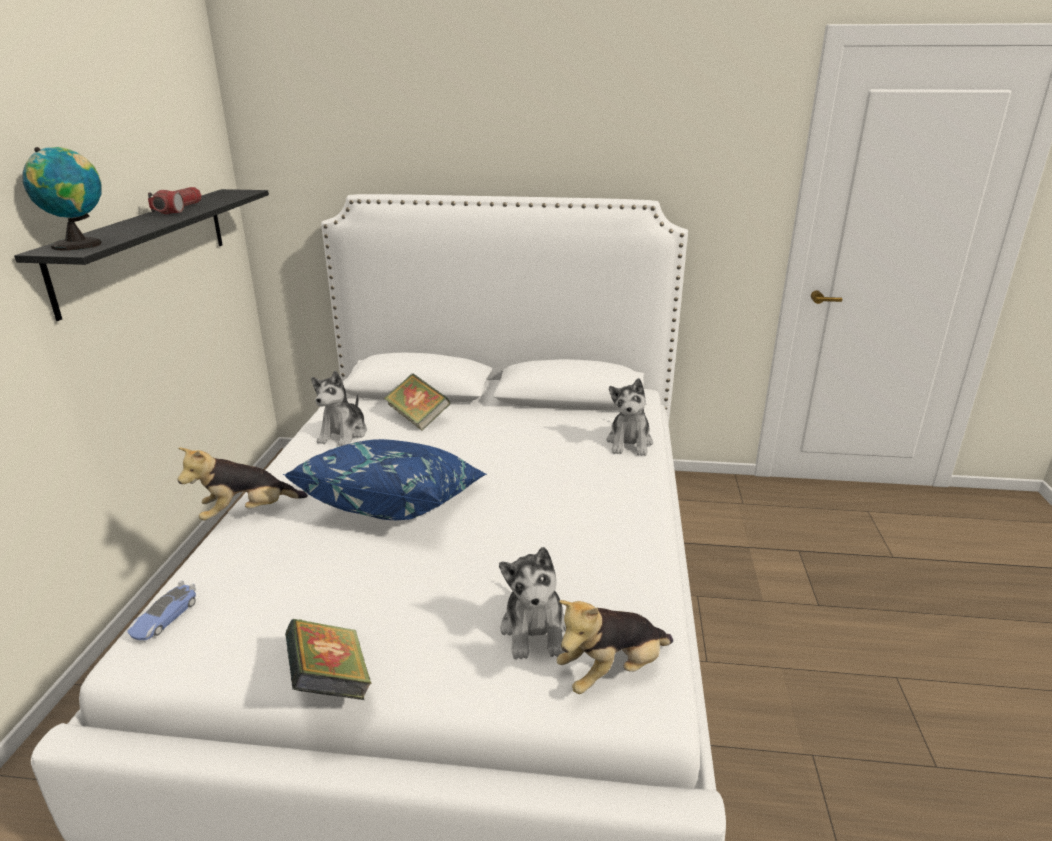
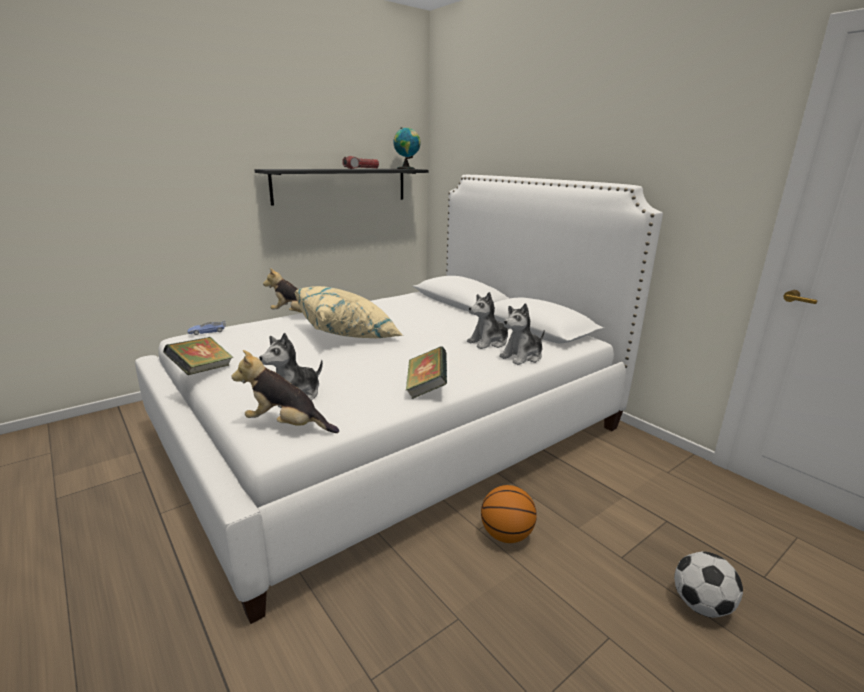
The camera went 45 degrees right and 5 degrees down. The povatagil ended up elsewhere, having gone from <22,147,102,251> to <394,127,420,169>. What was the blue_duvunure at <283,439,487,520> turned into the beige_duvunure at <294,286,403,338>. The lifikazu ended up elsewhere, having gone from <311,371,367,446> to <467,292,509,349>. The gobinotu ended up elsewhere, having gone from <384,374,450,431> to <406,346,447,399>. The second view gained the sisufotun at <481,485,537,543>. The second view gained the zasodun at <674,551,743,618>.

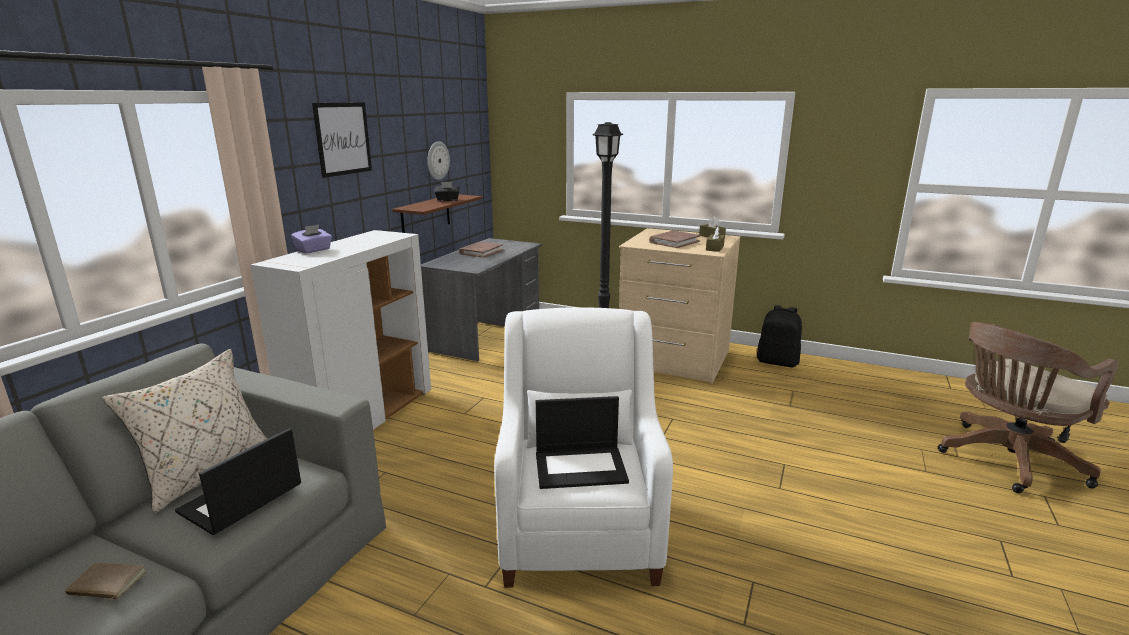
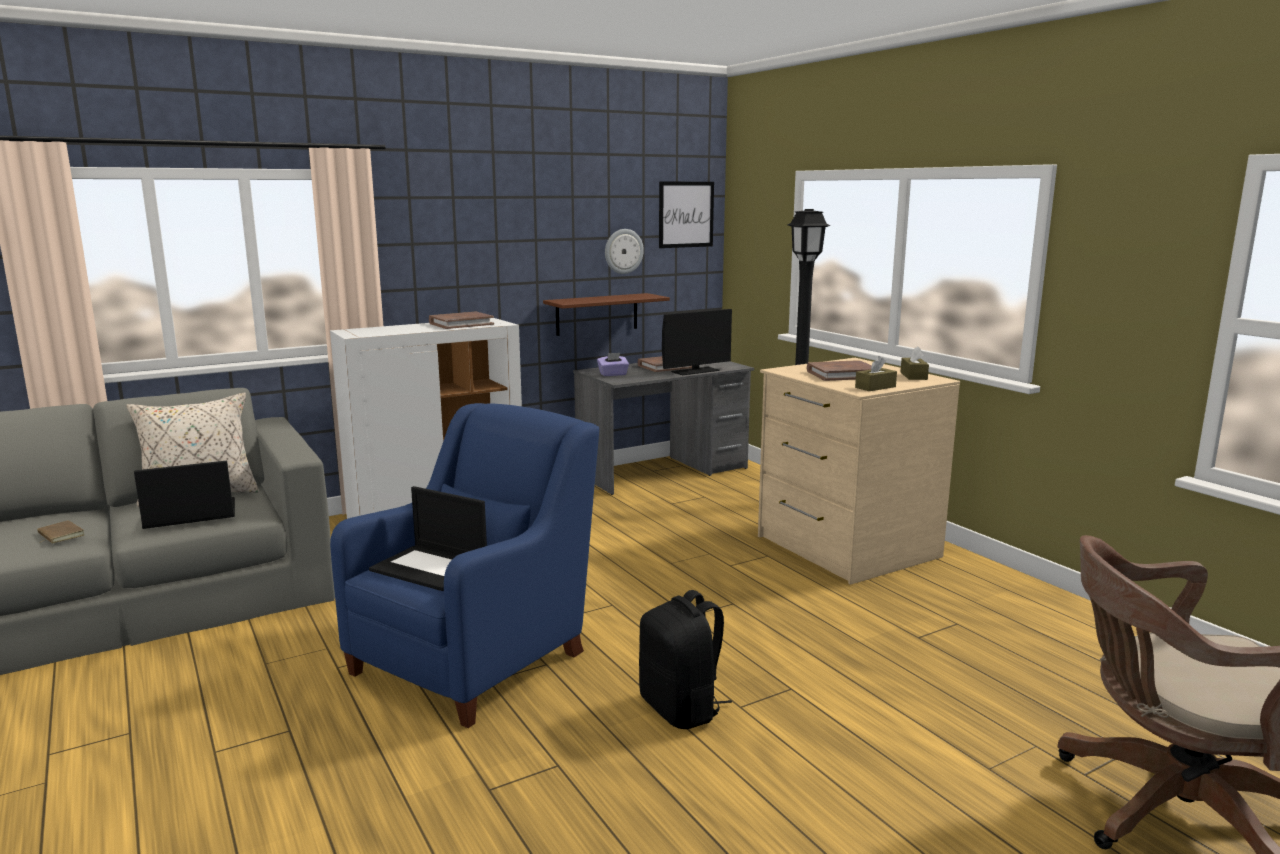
The camera went 35 degrees right and 5 degrees down. The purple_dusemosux ended up elsewhere, having gone from <291,225,332,253> to <597,353,629,376>. The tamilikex ended up elsewhere, having gone from <312,102,372,178> to <659,181,714,248>. The second view lost the black_dusemosux at <435,182,459,201>. What was the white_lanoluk at <494,307,673,588> turned into the blue_lanoluk at <330,403,599,728>. The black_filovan ended up elsewhere, having gone from <757,305,802,367> to <639,590,732,729>. The second view gained the brown_gobinotu at <429,312,494,329>. The second view gained the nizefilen at <662,309,732,375>.

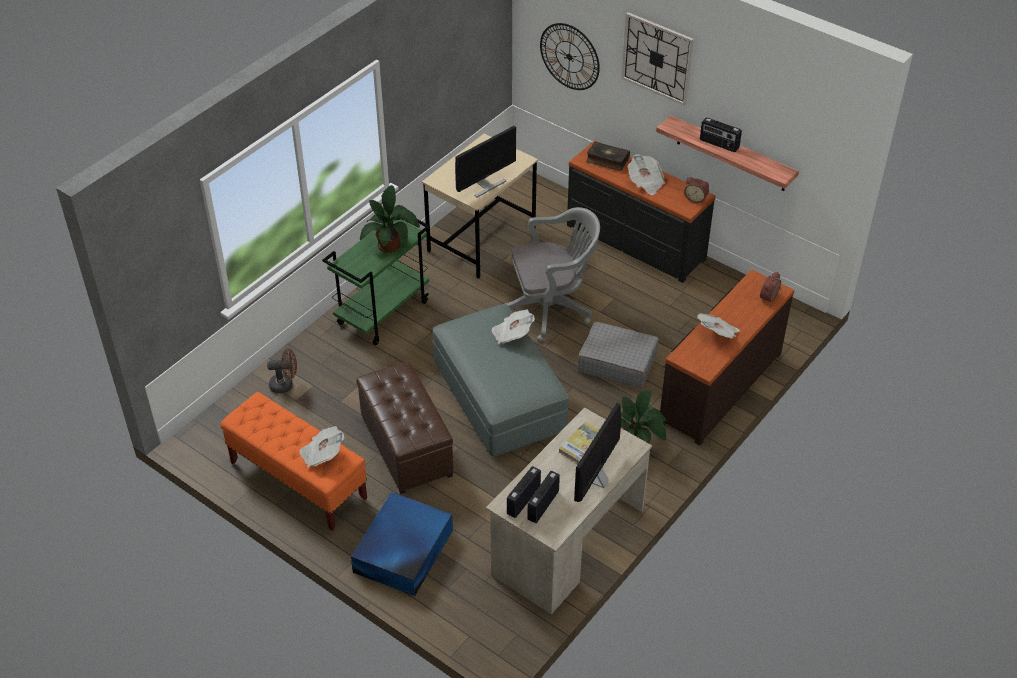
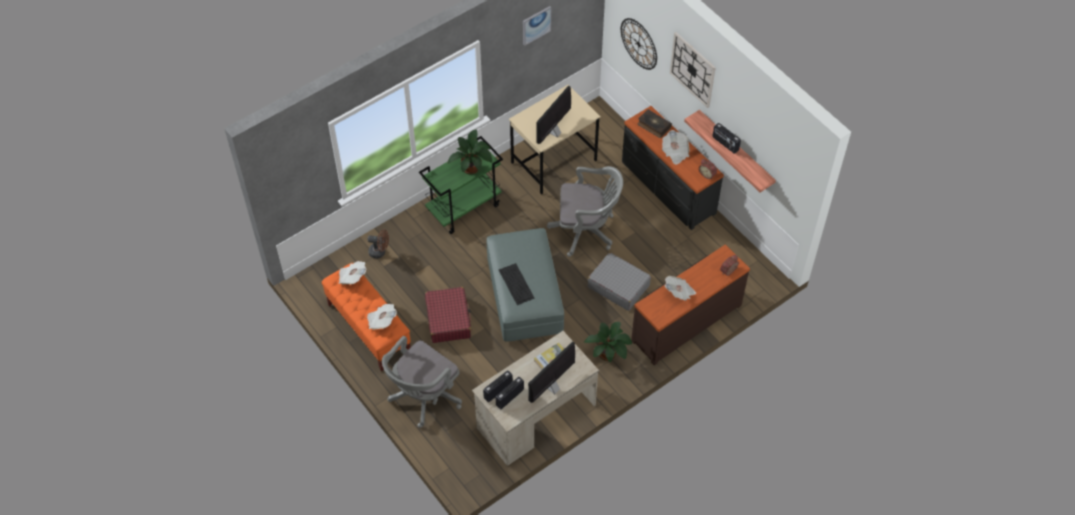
The camera went 15 degrees right and 10 degrees up. Where the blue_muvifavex stood at <351,492,453,596>, the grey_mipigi came to stand at <382,336,462,428>. Where the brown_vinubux stood at <356,361,454,494>, the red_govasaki came to stand at <425,287,471,343>. The nizefilen at <455,126,516,197> ended up facing another way, 150 degrees clockwise from before. The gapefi ended up elsewhere, having gone from <491,309,535,344> to <339,261,366,284>. The second view gained the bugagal at <499,263,535,305>. The second view gained the tamilikex at <523,6,551,46>.

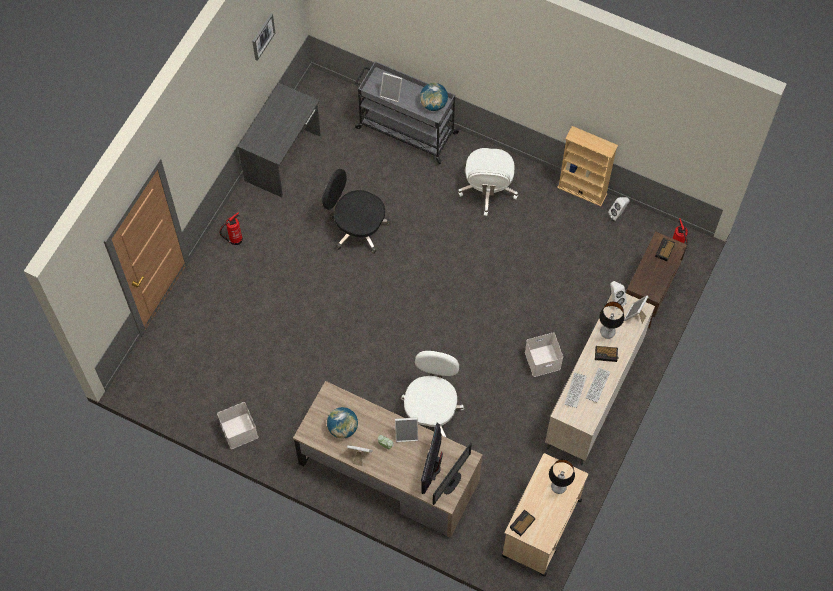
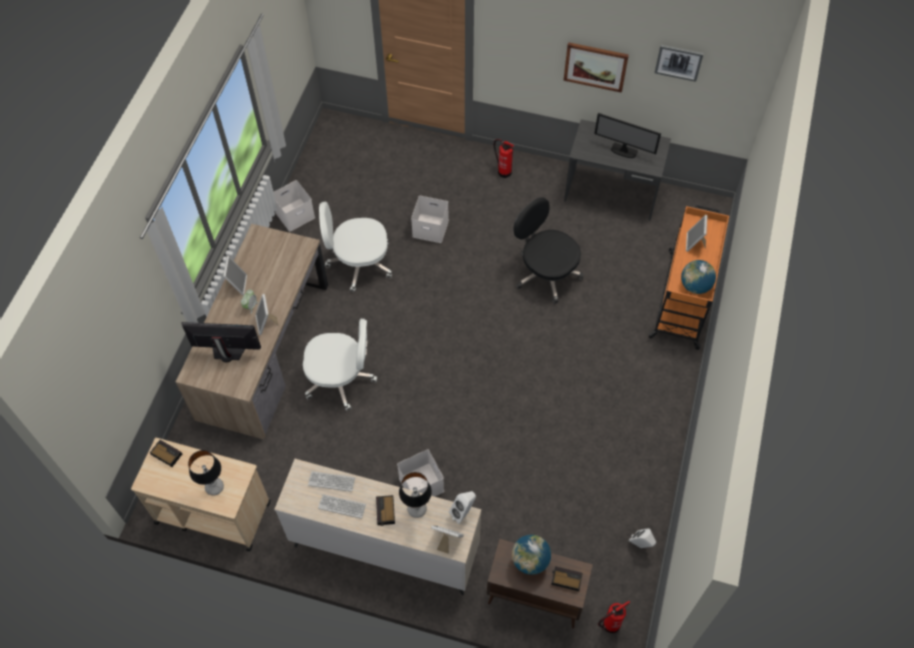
The camera went 80 degrees right and 5 degrees down. The black_mipigi at <322,169,391,254> ended up facing another way, 60 degrees counterclockwise from before. The povatagil ended up elsewhere, having gone from <327,407,358,439> to <512,535,551,575>. What was the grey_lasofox at <355,61,460,164> turned into the orange_lasofox at <648,205,729,350>. The nizefilen ended up elsewhere, having gone from <432,443,472,505> to <594,113,661,158>. The white_mipigi ended up elsewhere, having gone from <458,148,518,216> to <319,202,392,292>. The second view lost the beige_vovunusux at <557,126,618,206>. The second view gained the white_muvifavex at <411,196,449,243>. The second view gained the tamilikex at <563,42,629,93>.

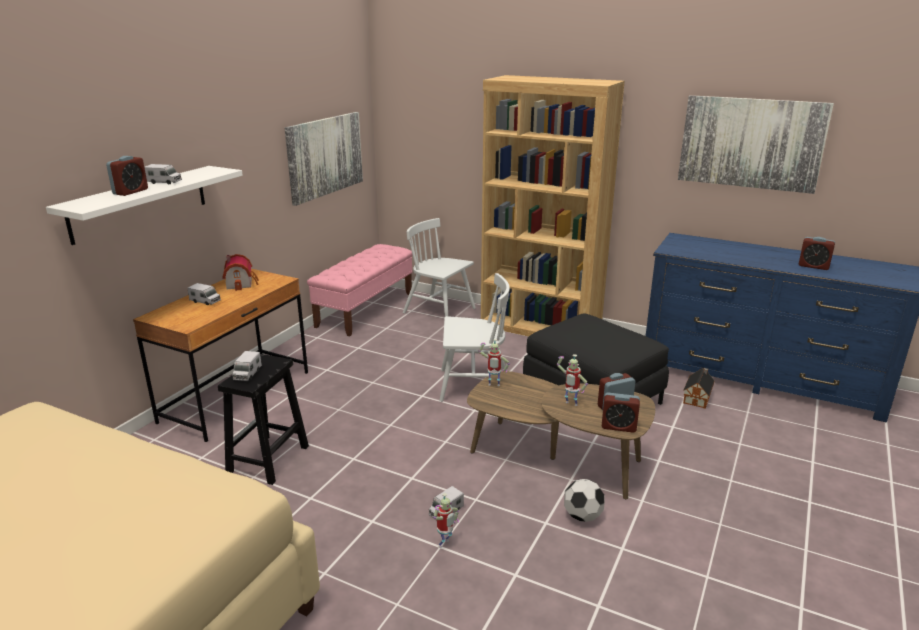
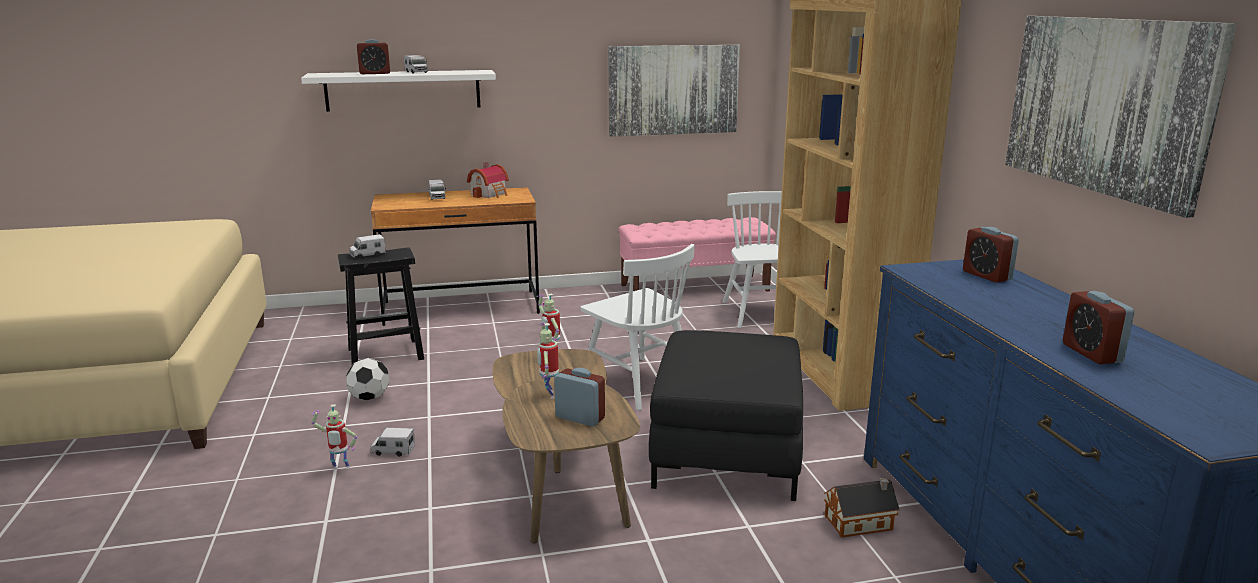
The camera went 50 degrees right and 5 degrees down. The zasodun ended up elsewhere, having gone from <564,479,605,522> to <346,358,389,401>. The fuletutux ended up elsewhere, having gone from <602,393,640,433> to <963,227,1019,283>.

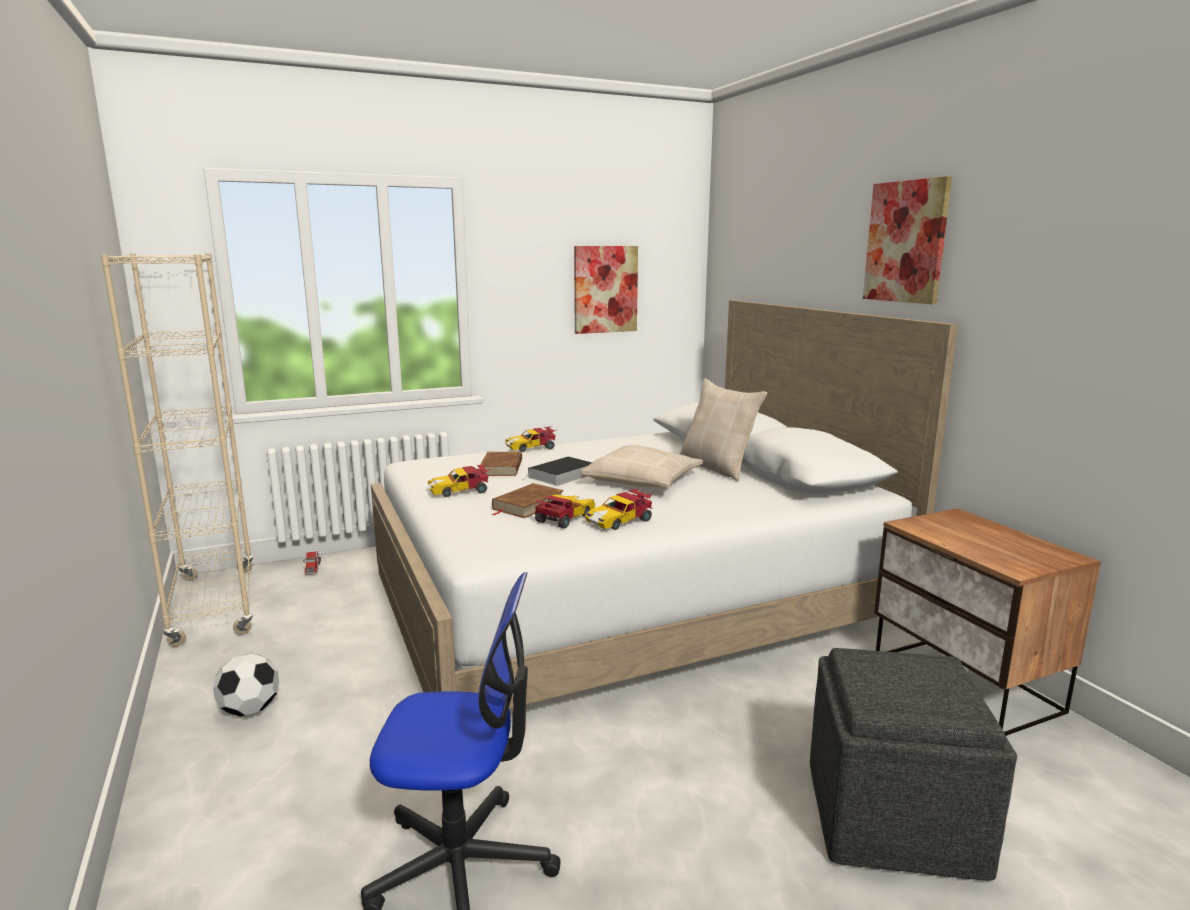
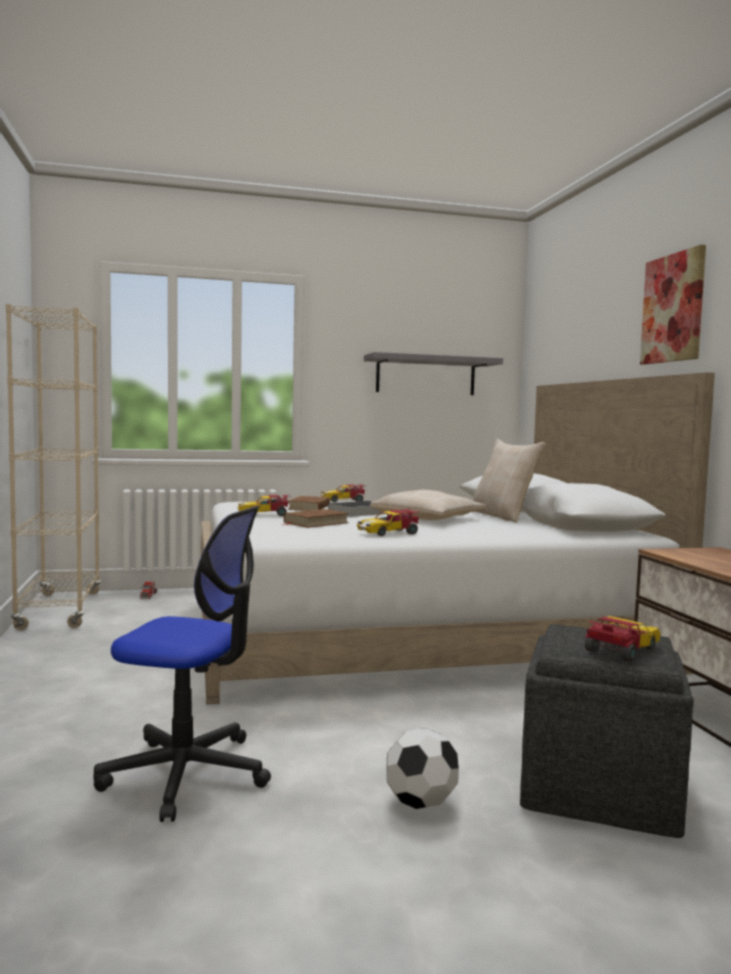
The camera went 10 degrees right and 10 degrees down. The zasodun ended up elsewhere, having gone from <213,653,279,717> to <387,729,459,809>. The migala ended up elsewhere, having gone from <535,494,596,528> to <585,616,661,662>. Where the tamilikex hung at <574,246,638,334>, the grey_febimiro came to hang at <364,352,503,395>.

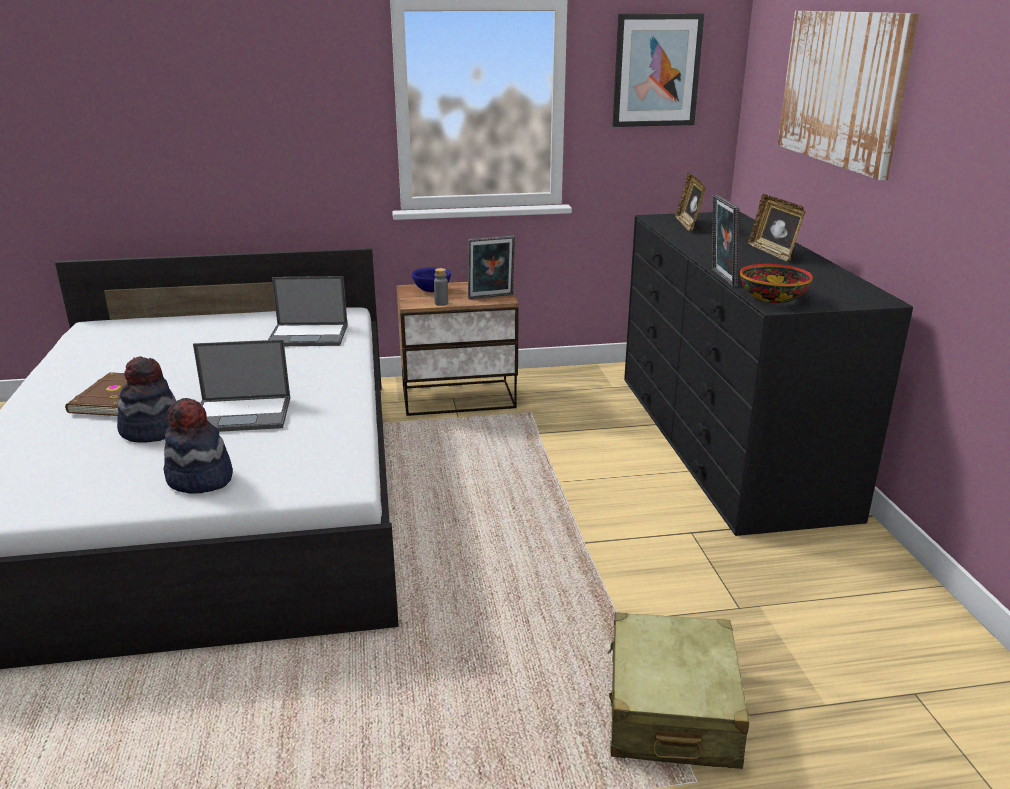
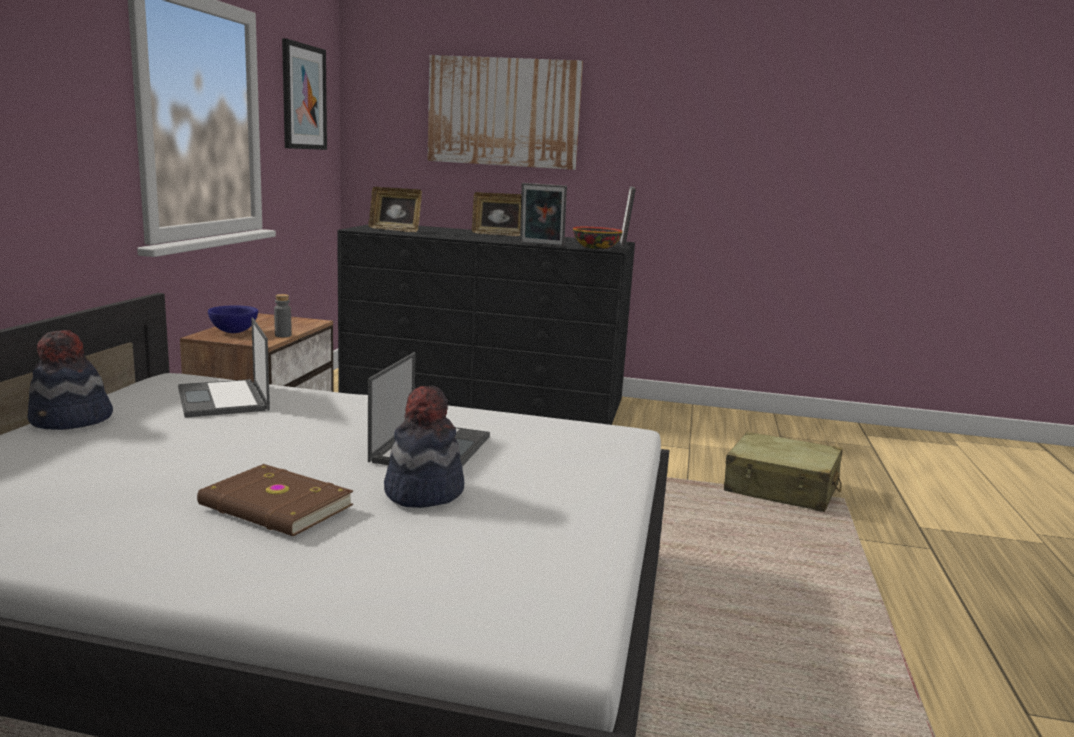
The camera went 70 degrees left and 10 degrees down. The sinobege ended up elsewhere, having gone from <163,398,233,494> to <27,330,113,430>. The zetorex at <268,276,348,346> ended up facing another way, 135 degrees clockwise from before. The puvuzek ended up elsewhere, having gone from <468,236,515,299> to <620,187,636,246>.

